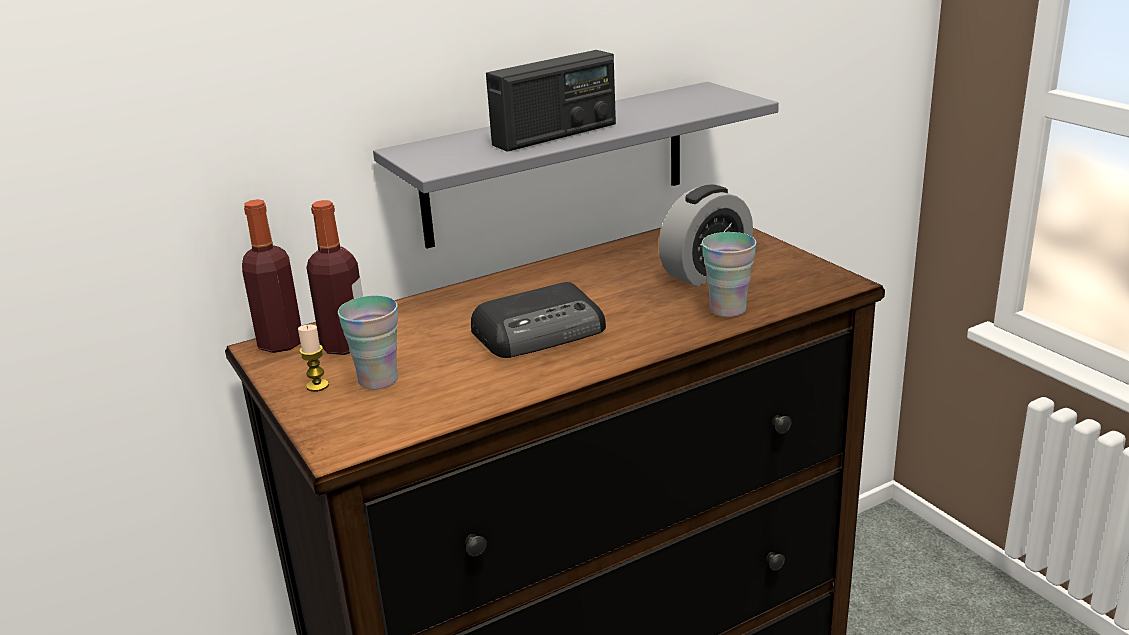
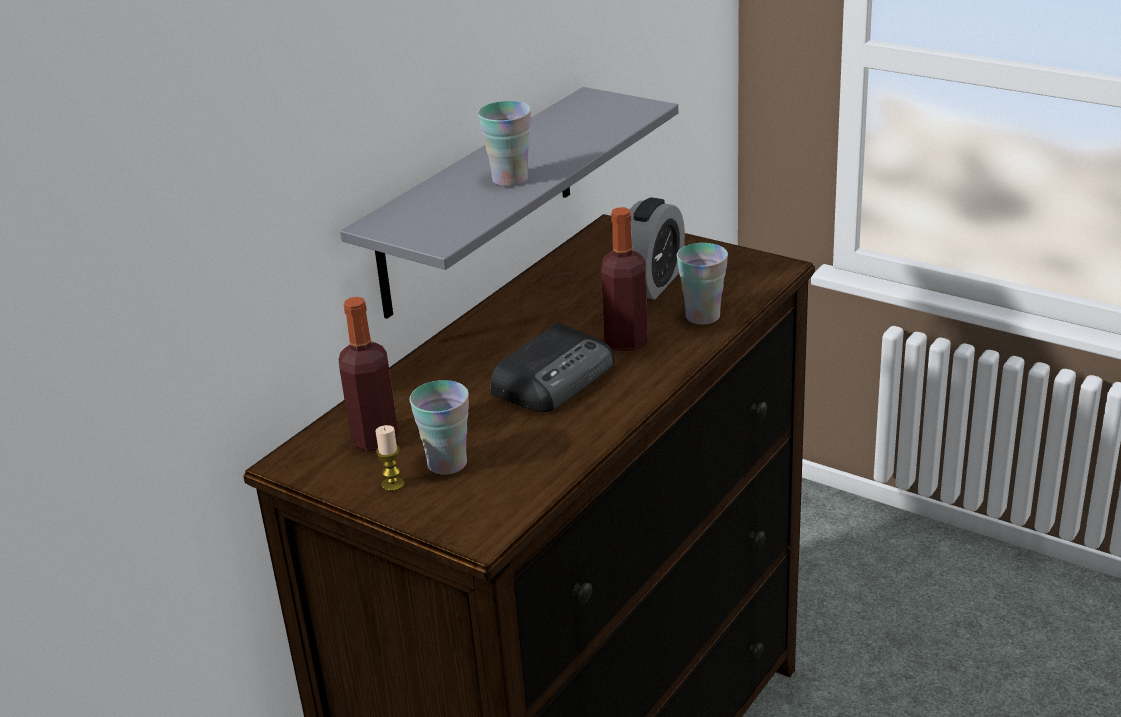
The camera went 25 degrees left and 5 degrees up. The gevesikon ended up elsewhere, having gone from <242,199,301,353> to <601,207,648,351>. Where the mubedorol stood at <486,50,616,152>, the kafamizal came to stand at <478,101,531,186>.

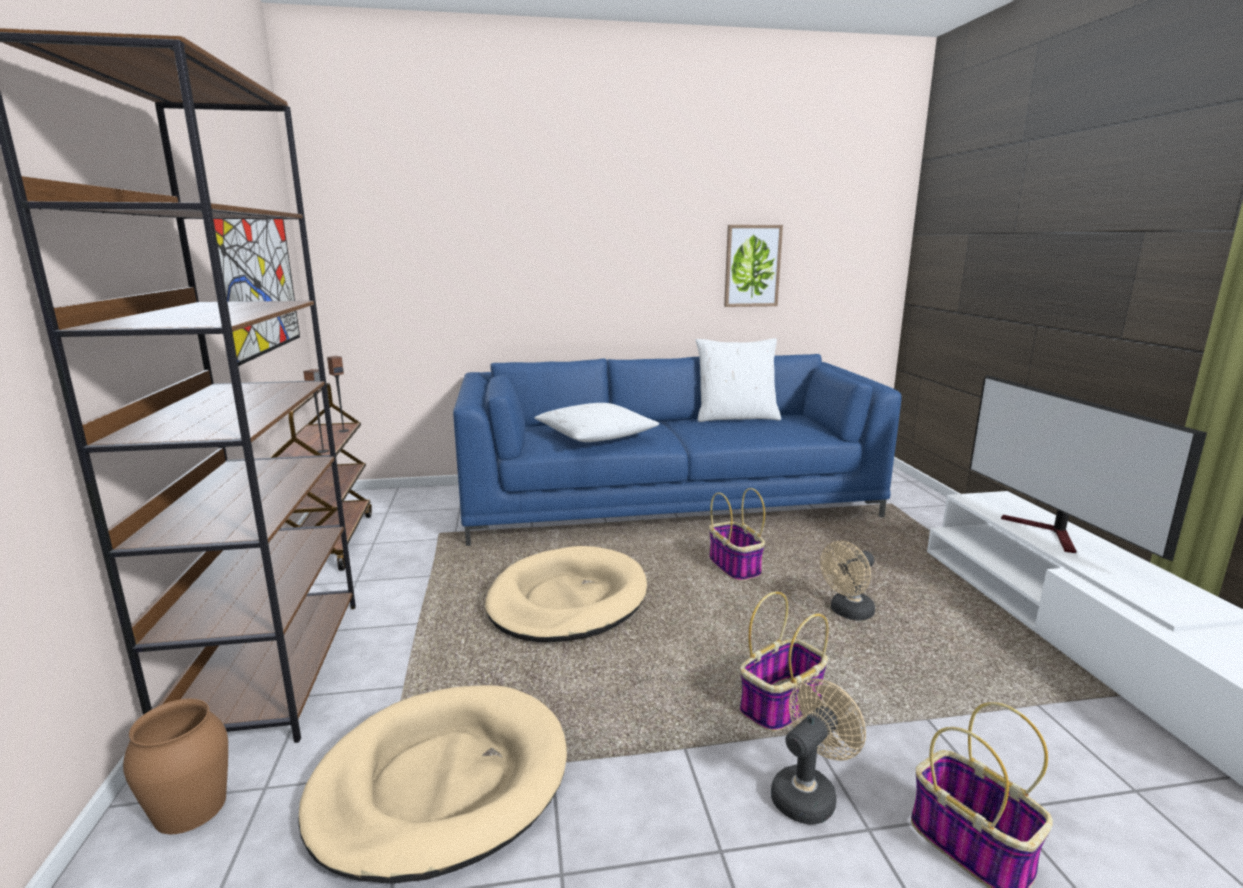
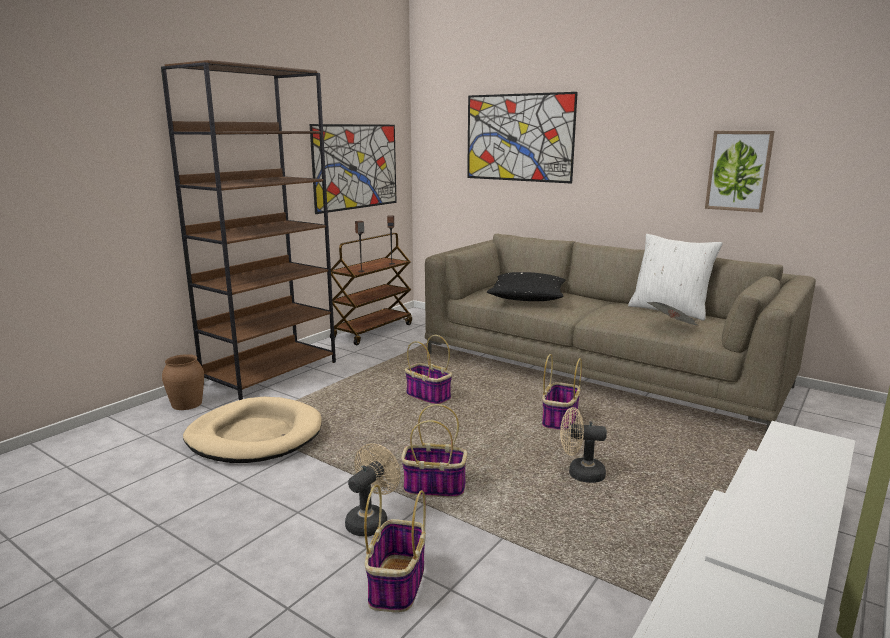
The camera went 45 degrees right and 0 degrees up. What was the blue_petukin at <453,354,902,546> turned into the beige_petukin at <425,233,816,431>. Where the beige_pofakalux stood at <485,546,647,642>, the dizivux came to stand at <405,335,452,405>. What was the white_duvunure at <535,403,659,442> turned into the black_duvunure at <487,272,566,301>. The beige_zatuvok at <771,678,866,825> ended up facing another way, 60 degrees counterclockwise from before. The second view lost the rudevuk at <969,375,1207,561>. The second view gained the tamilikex at <467,92,578,184>. The second view gained the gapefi at <647,302,698,325>.

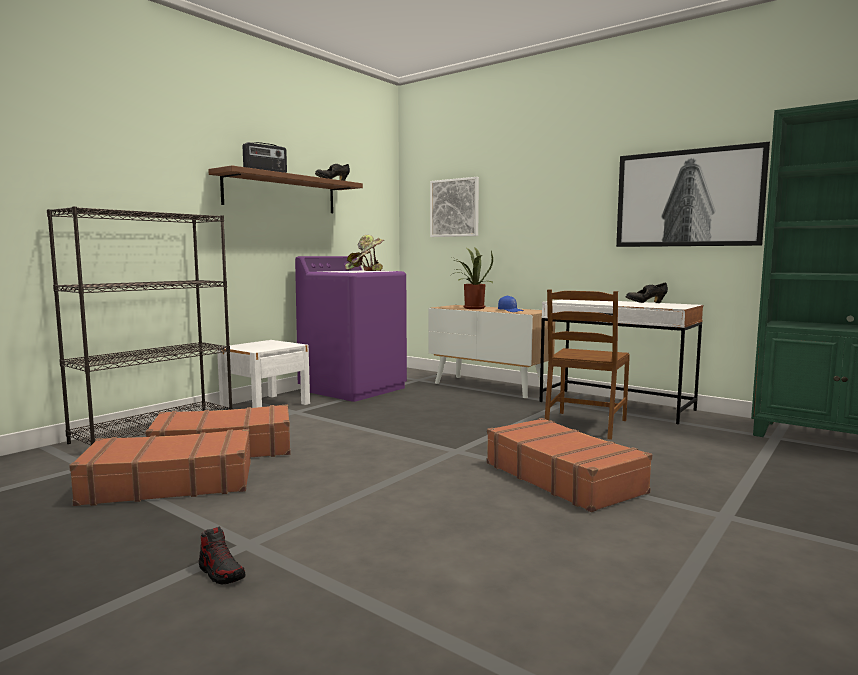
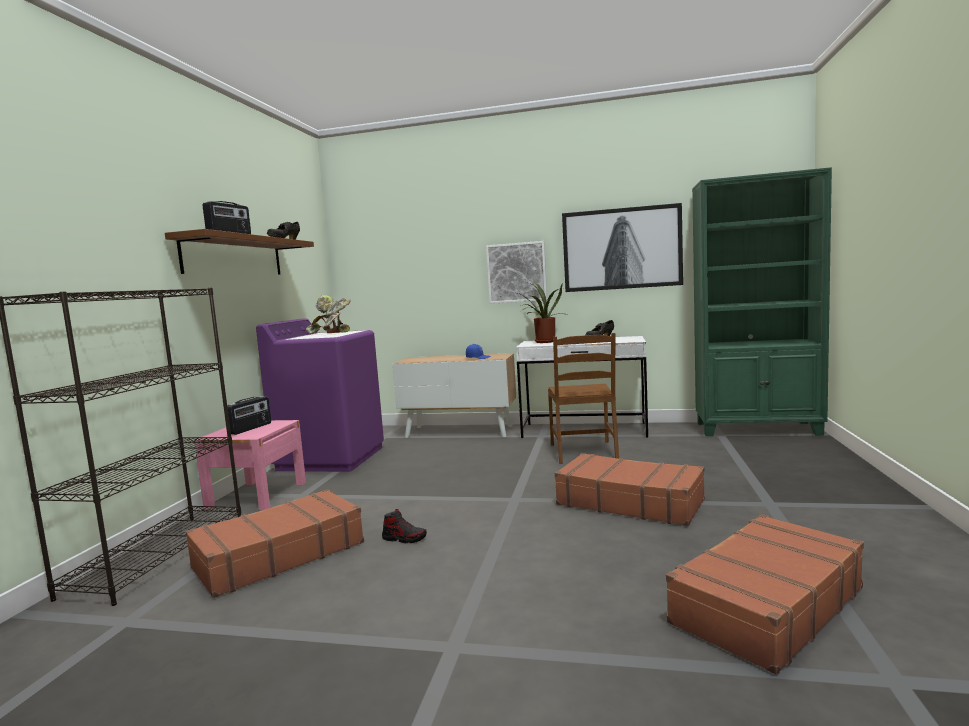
The camera went 25 degrees left and 0 degrees up. The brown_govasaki ended up elsewhere, having gone from <69,429,251,506> to <666,514,864,675>. The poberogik ended up elsewhere, having gone from <199,526,245,584> to <382,509,427,543>. What was the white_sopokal at <217,340,310,409> turned into the pink_sopokal at <195,420,306,511>. The tamilikex ended up elsewhere, having gone from <430,177,479,237> to <486,241,547,304>. The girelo ended up elsewhere, having gone from <453,247,493,309> to <518,282,567,343>. The second view gained the mubedorol at <227,396,271,435>.

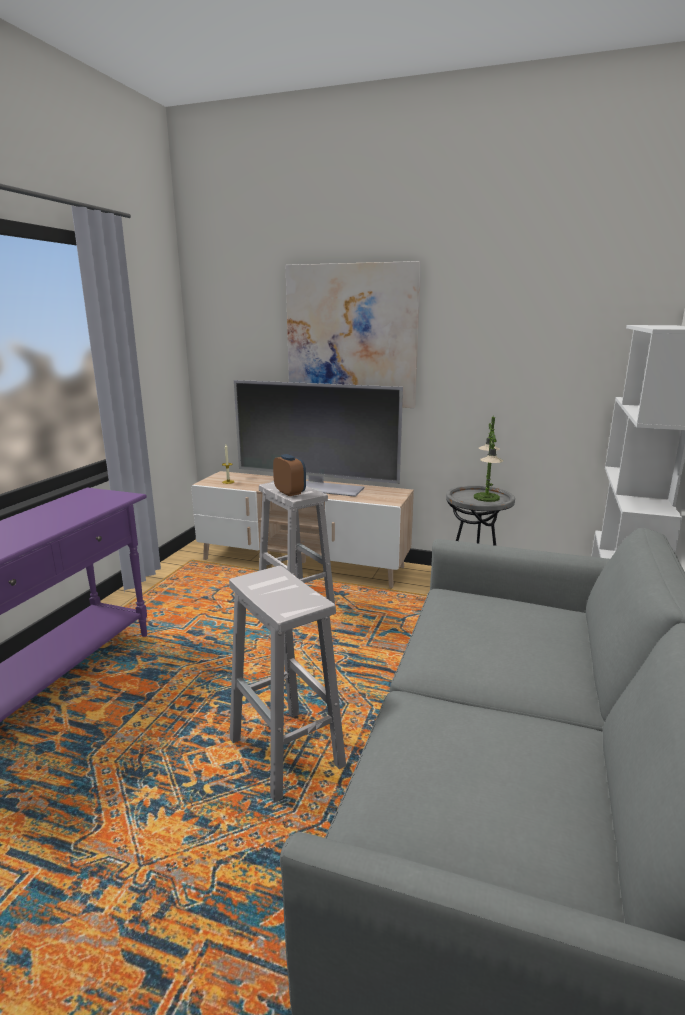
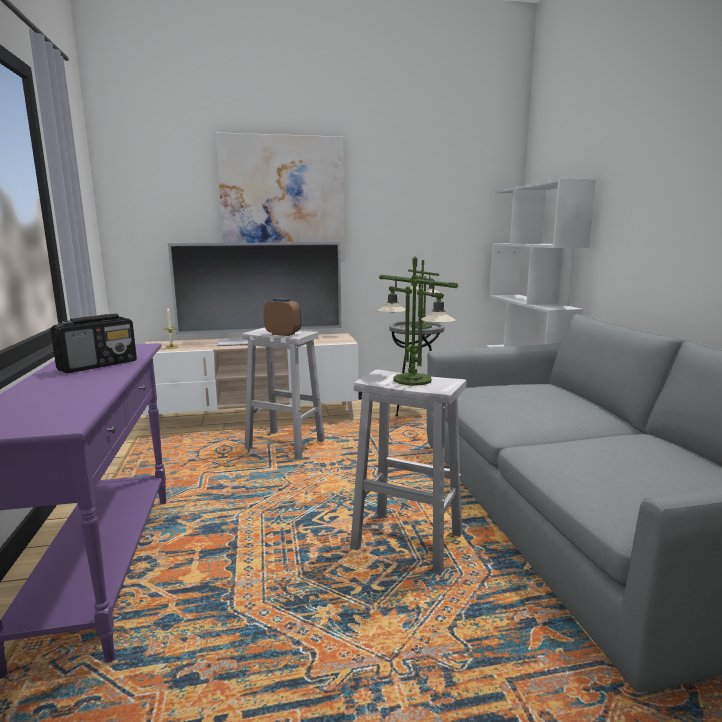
The camera went 30 degrees left and 5 degrees down. The second view gained the mubedorol at <50,314,137,373>. The second view gained the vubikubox at <377,257,458,386>.

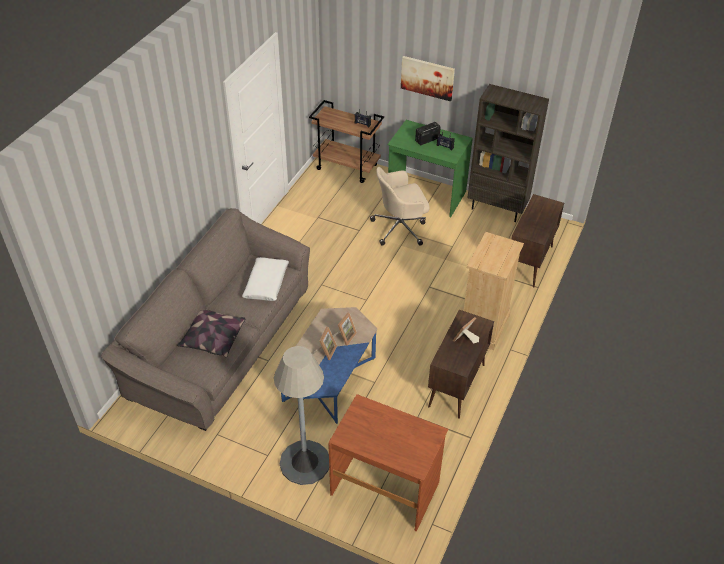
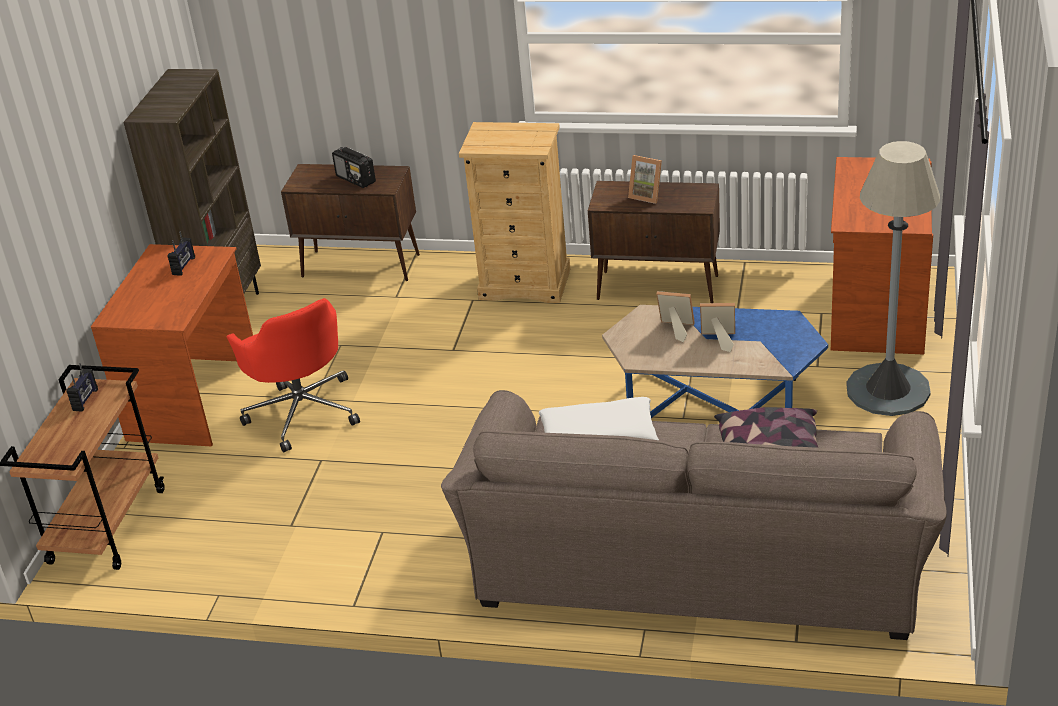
The camera went 100 degrees left and 10 degrees down. What was the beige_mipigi at <370,167,430,245> turned into the red_mipigi at <226,298,360,452>. What was the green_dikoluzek at <388,120,473,217> turned into the brown_dikoluzek at <91,244,253,447>. The second view lost the tamilikex at <401,56,455,101>. The mubedorol ended up elsewhere, having gone from <415,122,441,145> to <332,147,376,188>.

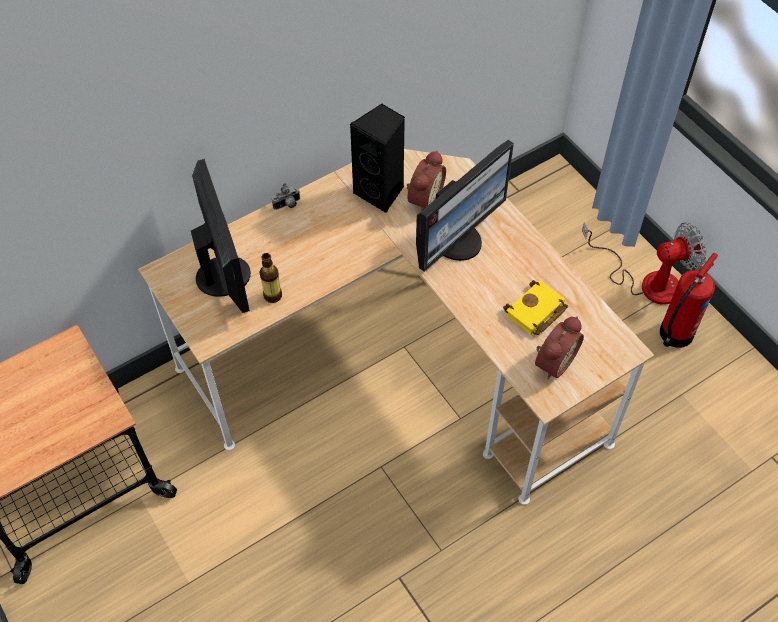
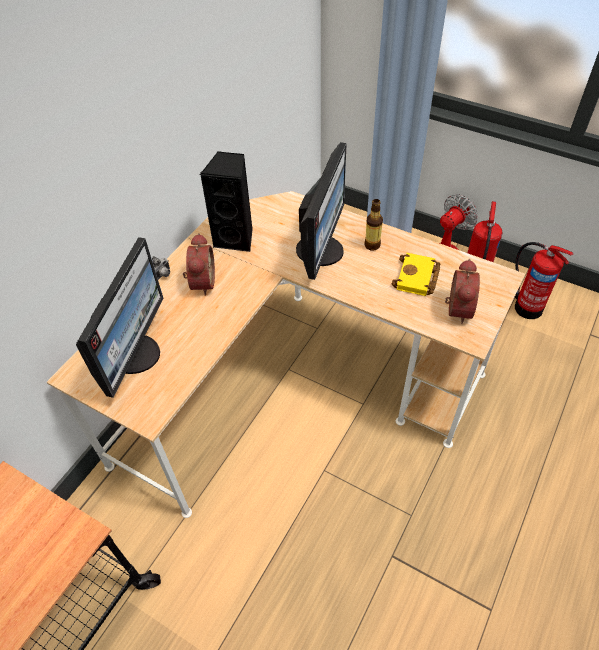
The camera went 25 degrees left and 5 degrees down. The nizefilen at <191,159,251,313> ended up facing another way, 60 degrees clockwise from before. The gevesikon ended up elsewhere, having gone from <260,253,282,303> to <364,199,383,251>. The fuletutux ended up elsewhere, having gone from <407,150,446,211> to <183,233,215,296>. The second view gained the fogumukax at <514,242,574,319>.

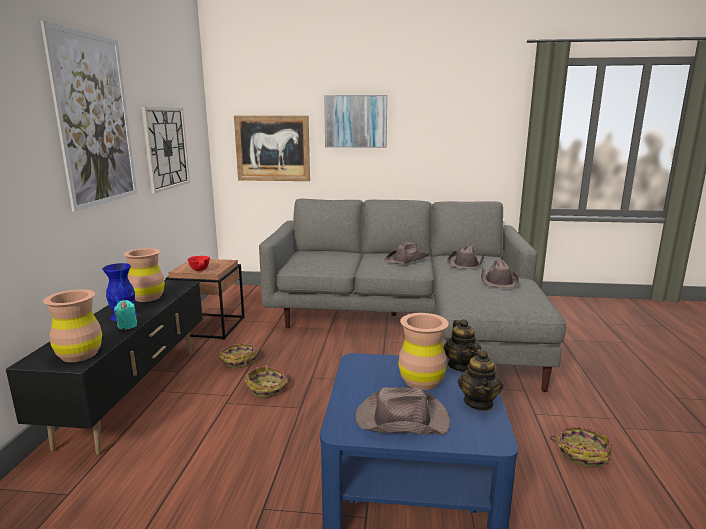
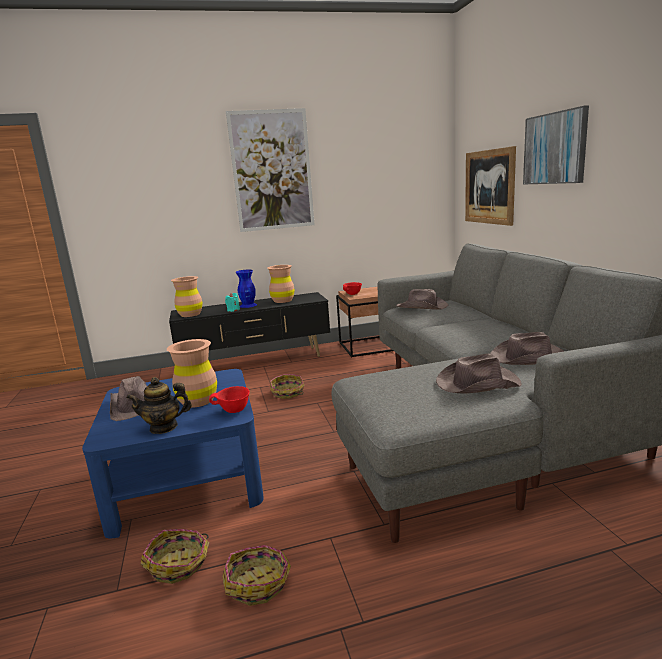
The camera went 70 degrees right and 0 degrees up. The second view lost the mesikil at <141,107,190,193>. The dizivux ended up elsewhere, having gone from <219,343,258,368> to <140,529,209,584>. The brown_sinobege ended up elsewhere, having gone from <384,242,429,264> to <396,289,448,310>. Where the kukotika stood at <443,319,481,372>, the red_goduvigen came to stand at <209,386,250,413>.

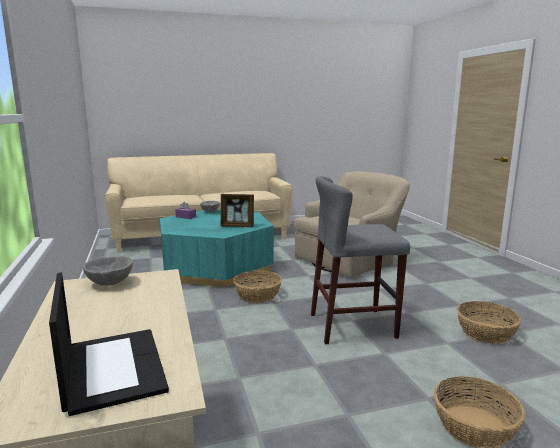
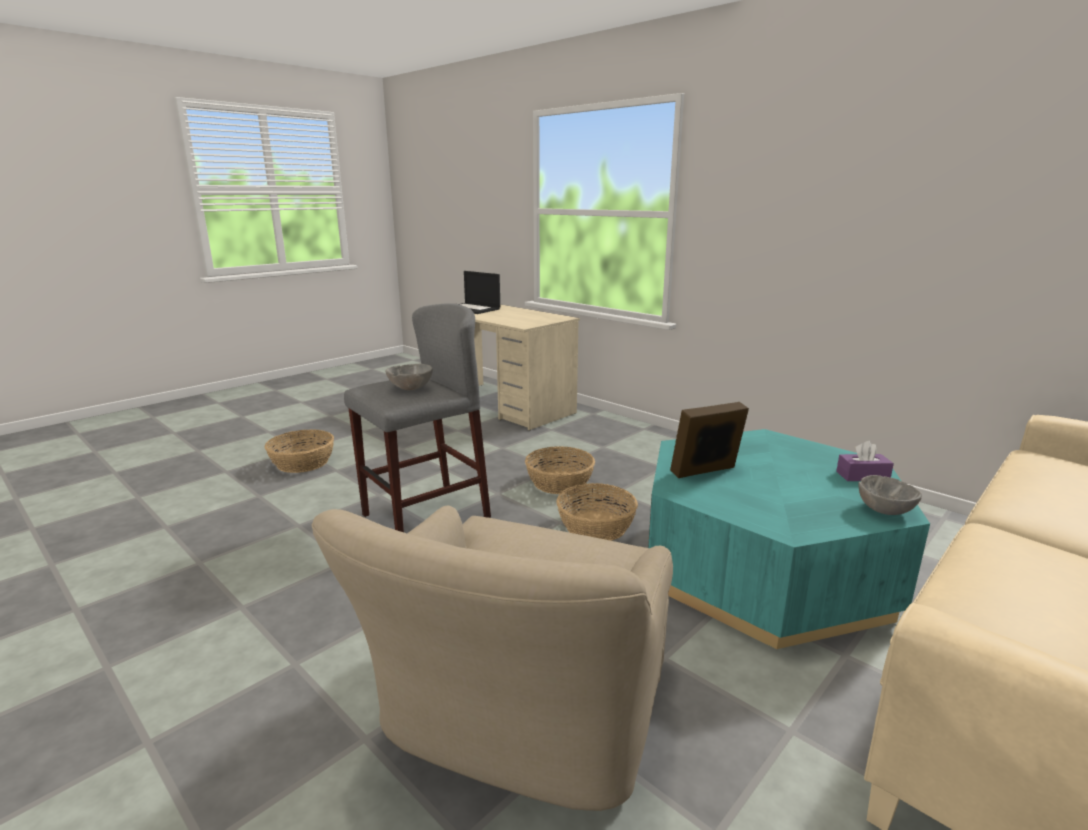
The camera went 150 degrees right and 5 degrees up. The grey_goduvigen ended up elsewhere, having gone from <83,256,133,285> to <386,364,433,390>. The dizivux ended up elsewhere, having gone from <457,301,521,344> to <525,446,595,494>.

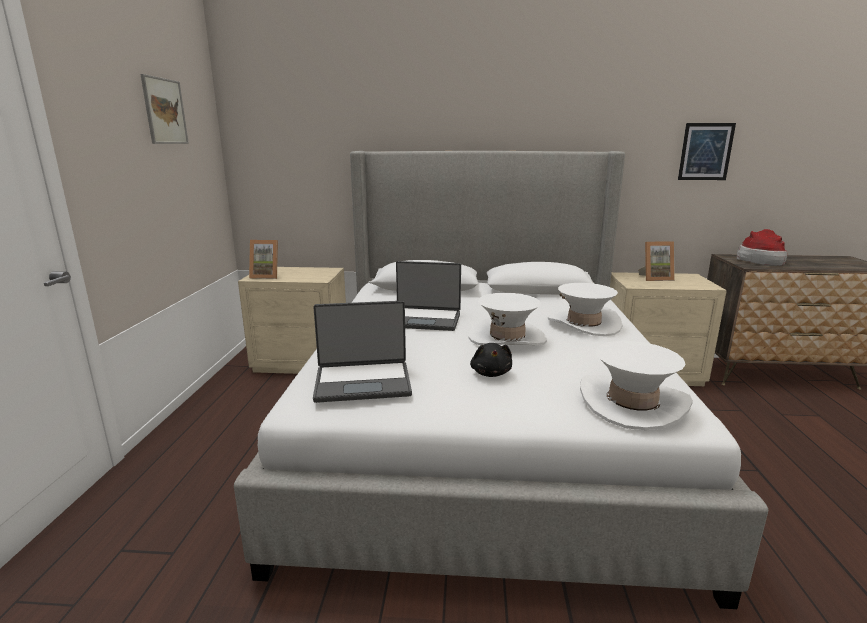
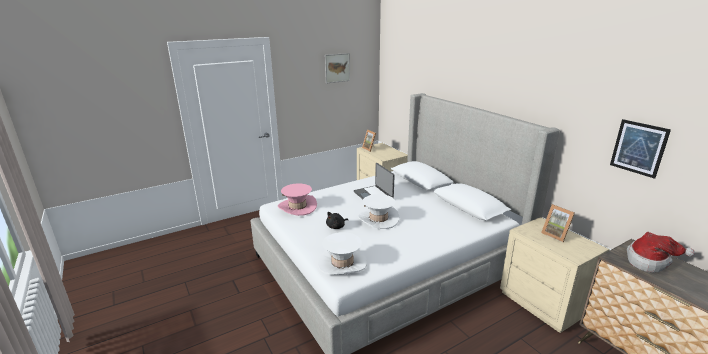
The camera went 55 degrees right and 5 degrees up. Where the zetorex stood at <313,301,412,403>, the pink_sinobege came to stand at <278,184,317,216>. The second view lost the white_sinobege at <548,283,622,336>.

